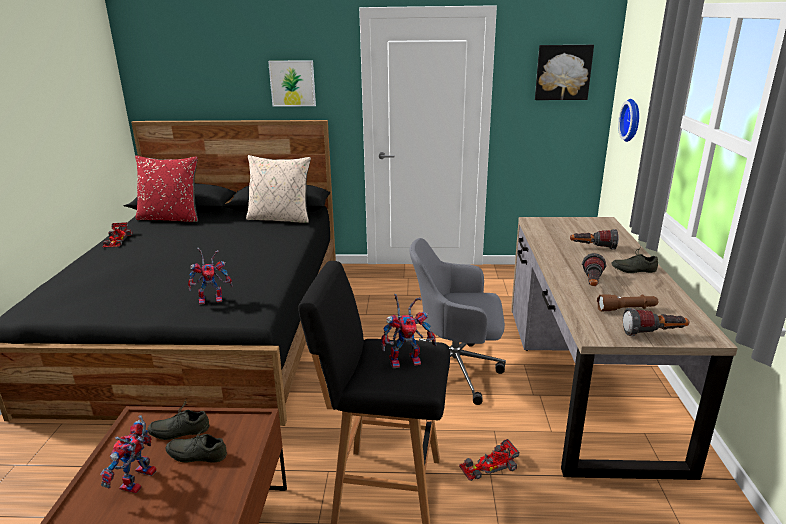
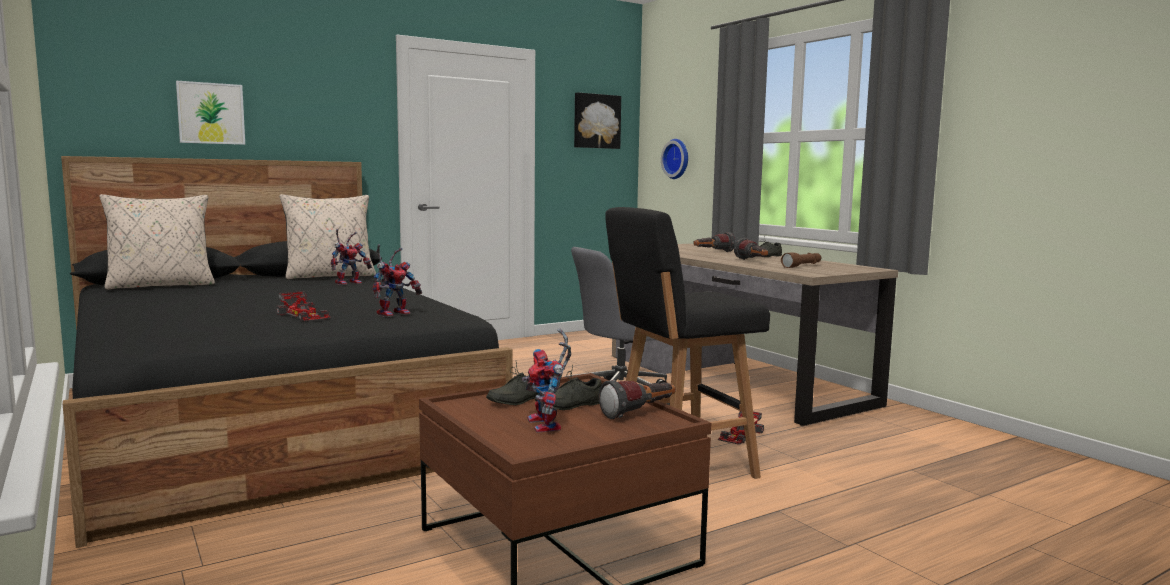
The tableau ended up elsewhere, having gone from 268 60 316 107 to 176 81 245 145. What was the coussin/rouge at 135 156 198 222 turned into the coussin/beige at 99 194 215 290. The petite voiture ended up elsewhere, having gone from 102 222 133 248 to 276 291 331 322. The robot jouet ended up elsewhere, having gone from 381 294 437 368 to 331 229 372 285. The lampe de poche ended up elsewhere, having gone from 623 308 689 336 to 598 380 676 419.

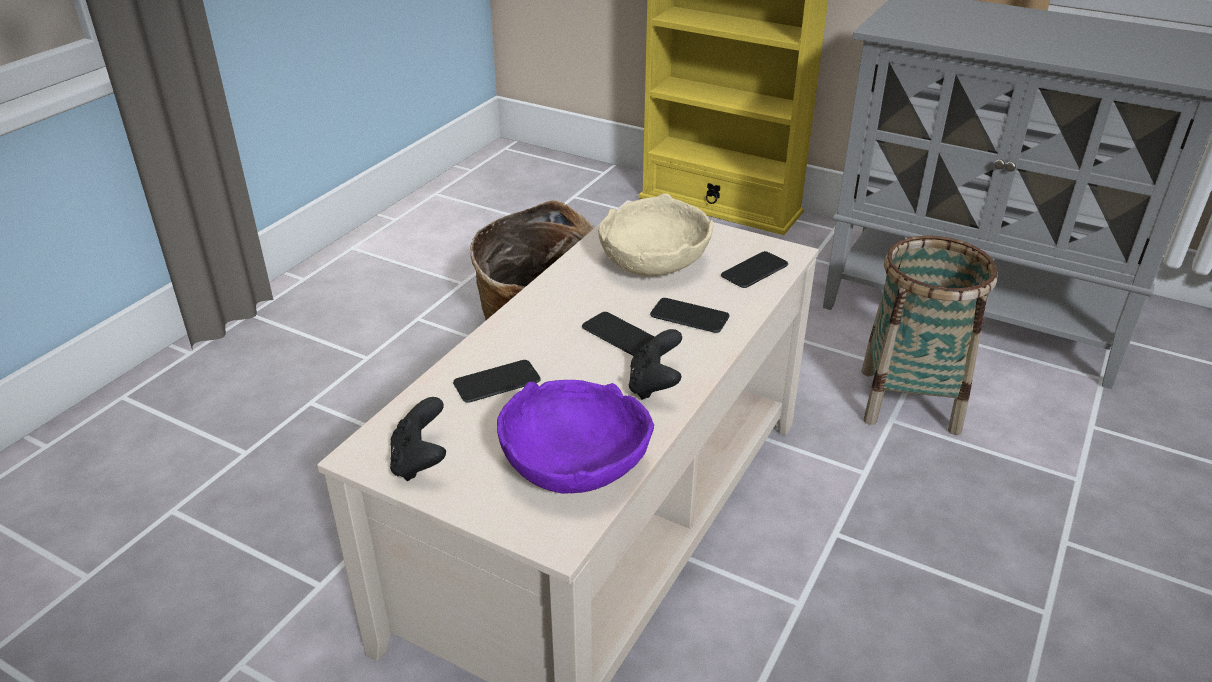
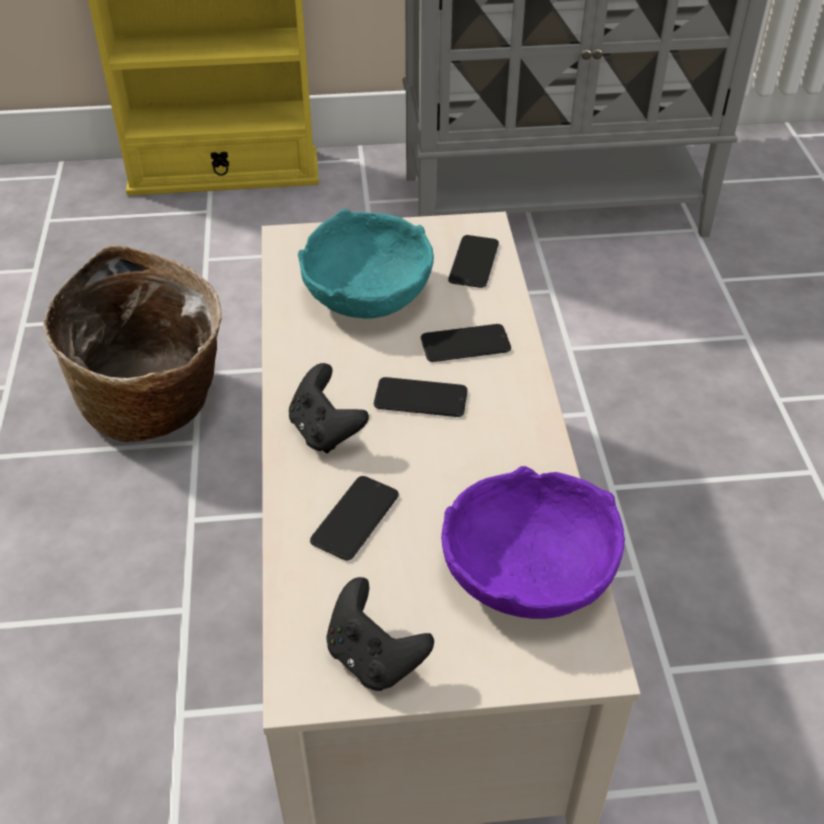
What was the bol/beige at 598 194 714 276 turned into the bol/turquoise at 298 209 434 318. The second view lost the panier at 861 236 998 435. The manette/noir ended up elsewhere, having gone from 629 329 682 400 to 289 363 369 454.

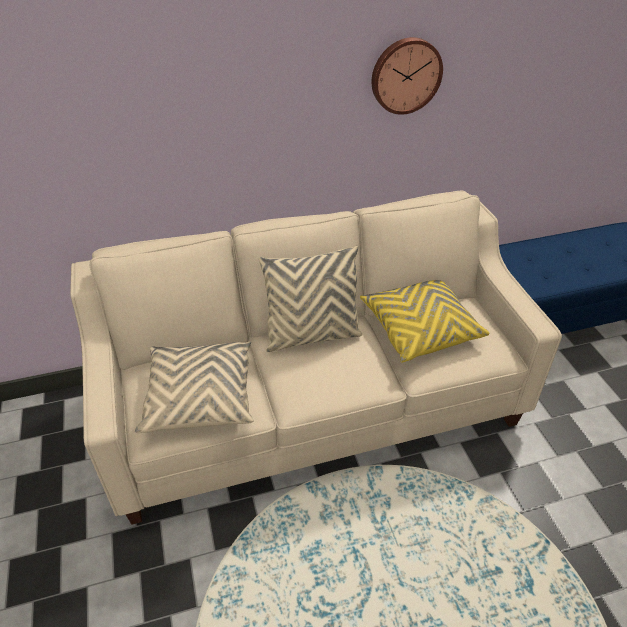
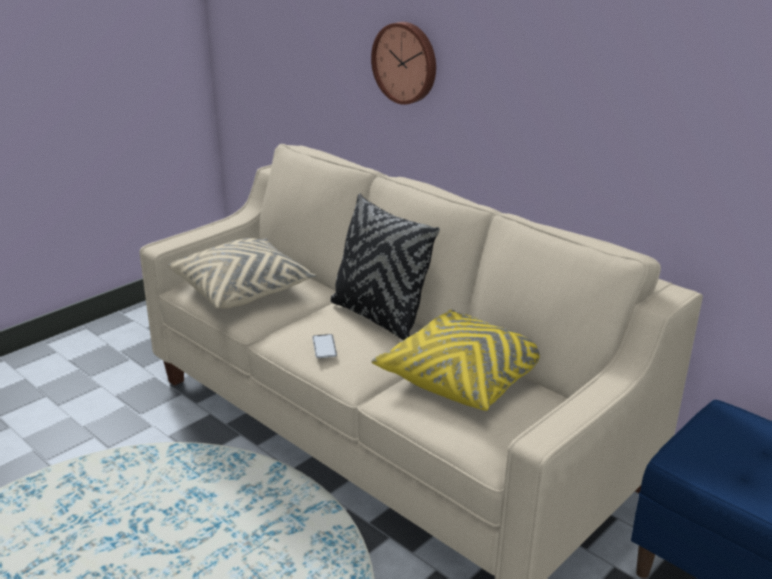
The horloge murale ended up elsewhere, having gone from 372 37 443 115 to 371 22 436 105. What was the coussin/beige at 258 246 362 352 turned into the coussin/noir at 330 194 440 340. The second view gained the téléphone at 312 334 337 358.

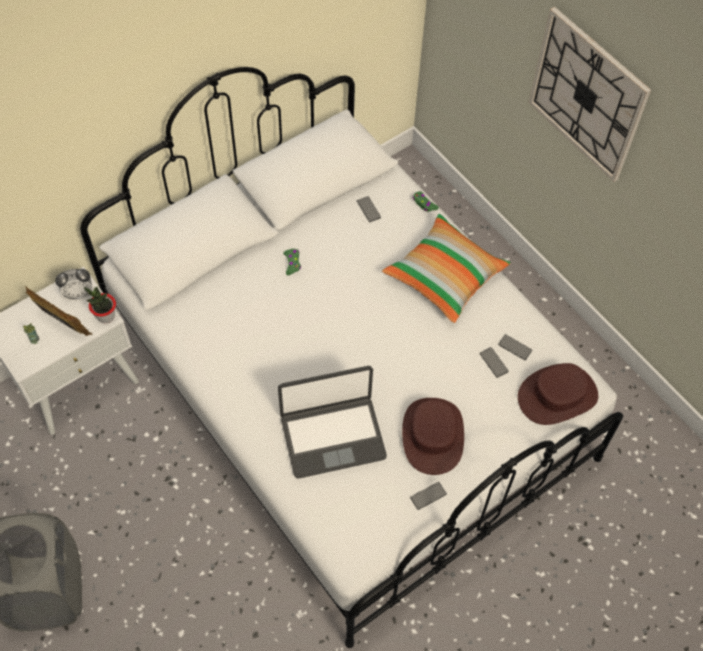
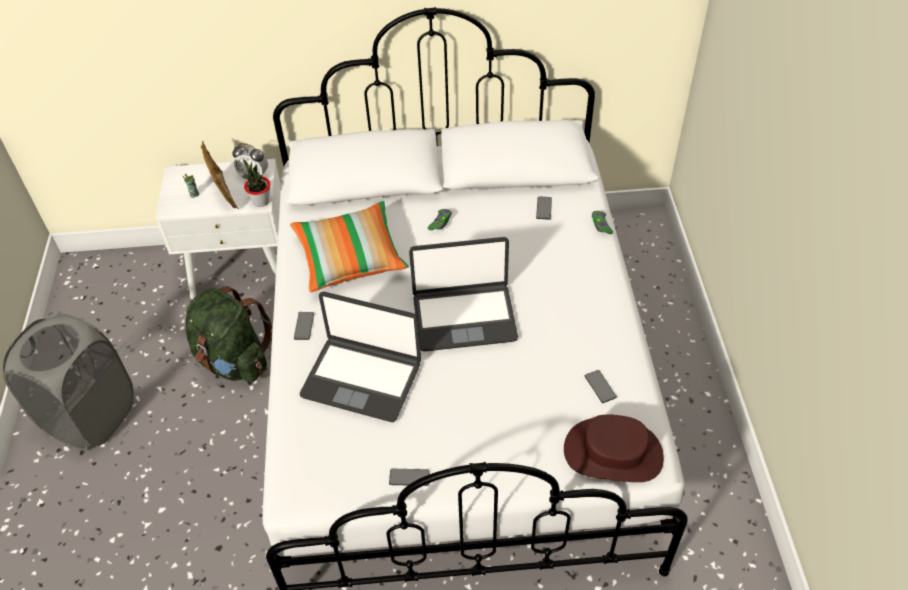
The second view lost the horloge murale at 528 7 651 182. The coussin ended up elsewhere, having gone from 382 214 511 323 to 290 201 409 293. The téléphone ended up elsewhere, having gone from 480 347 509 378 to 294 312 314 340. The second view lost the chapeau/marron at 402 398 464 475. The second view gained the ordinateur portable at 409 237 518 351. The second view gained the sac à dos/vert at 185 286 272 382.

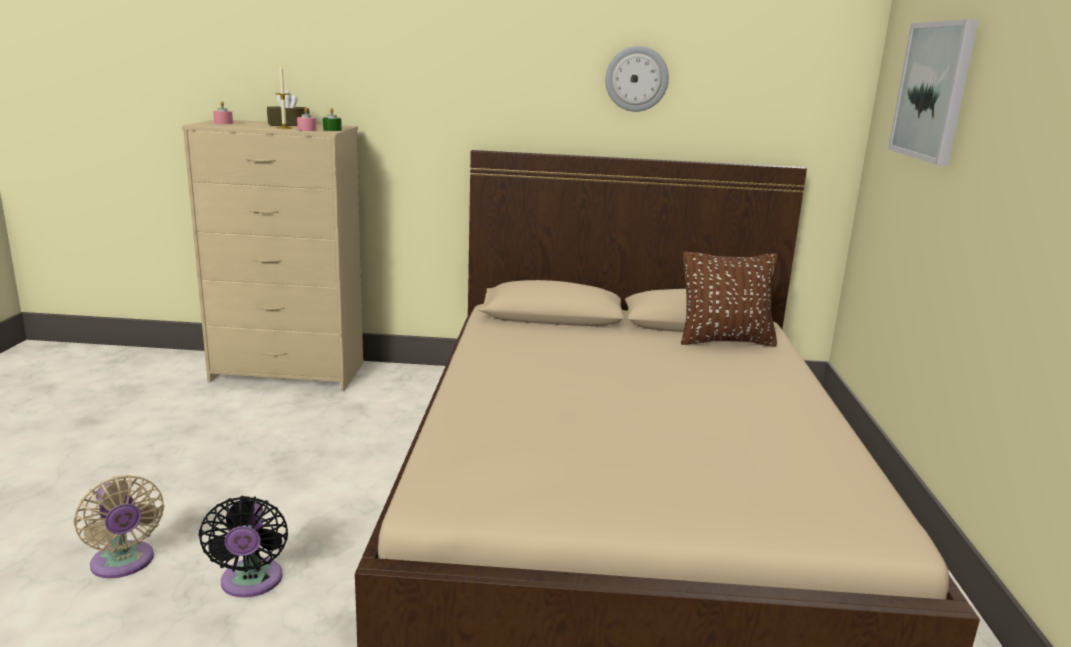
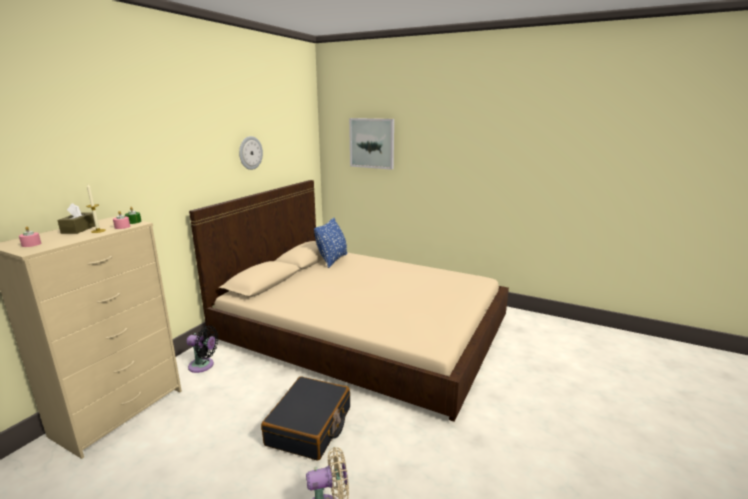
What was the coussin/marron at 681 251 778 347 turned into the coussin/bleu at 314 218 347 268. The ventilateur/noir ended up elsewhere, having gone from 199 496 288 598 to 187 326 219 373. The second view gained the valise/noir at 261 377 350 461.

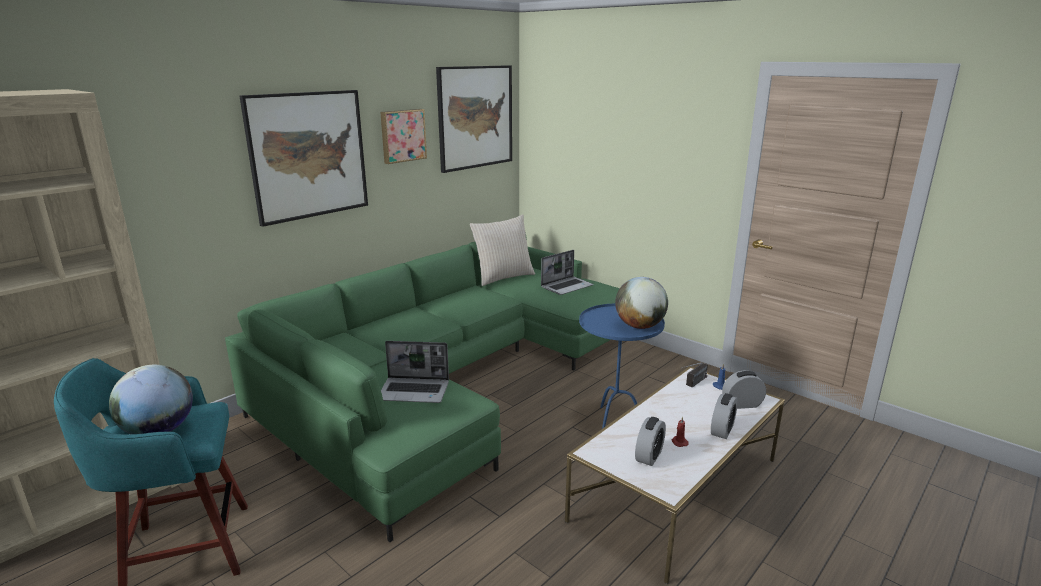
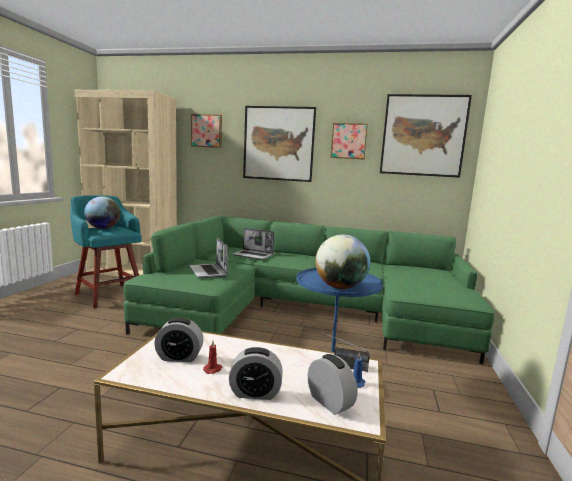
The second view lost the coussin/beige at 470 215 535 286. The ordinateur portable ended up elsewhere, having gone from 541 250 593 295 to 232 228 275 260. The second view gained the tableau at 191 114 222 148.

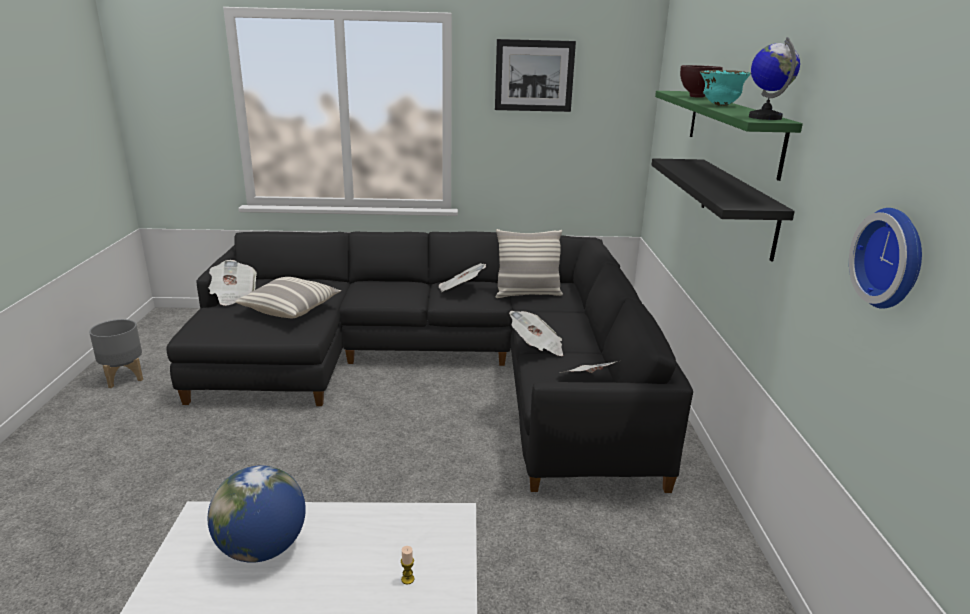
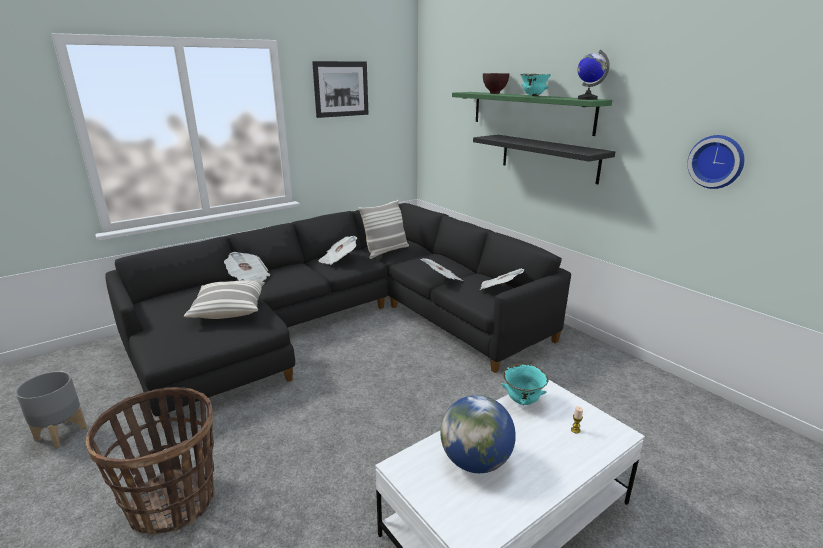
The journal ended up elsewhere, having gone from 208 260 257 306 to 224 252 270 282. The second view gained the bol/turquoise at 501 363 549 405. The second view gained the panier at 86 387 215 535.

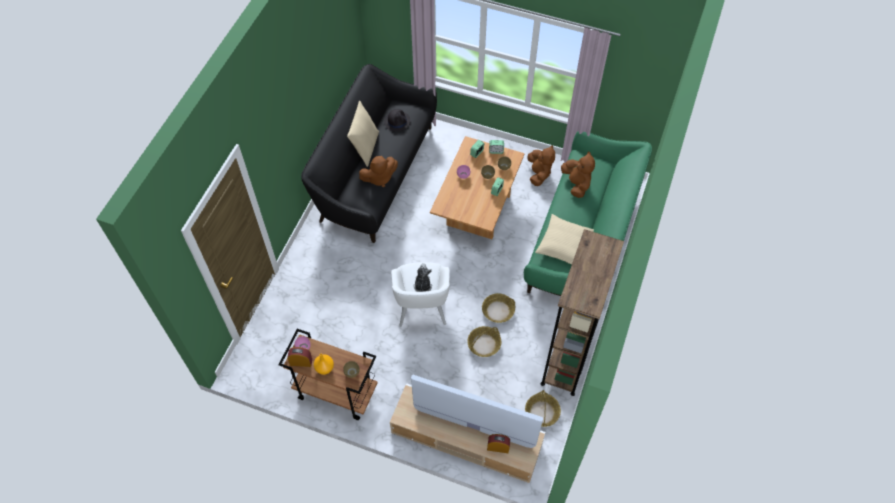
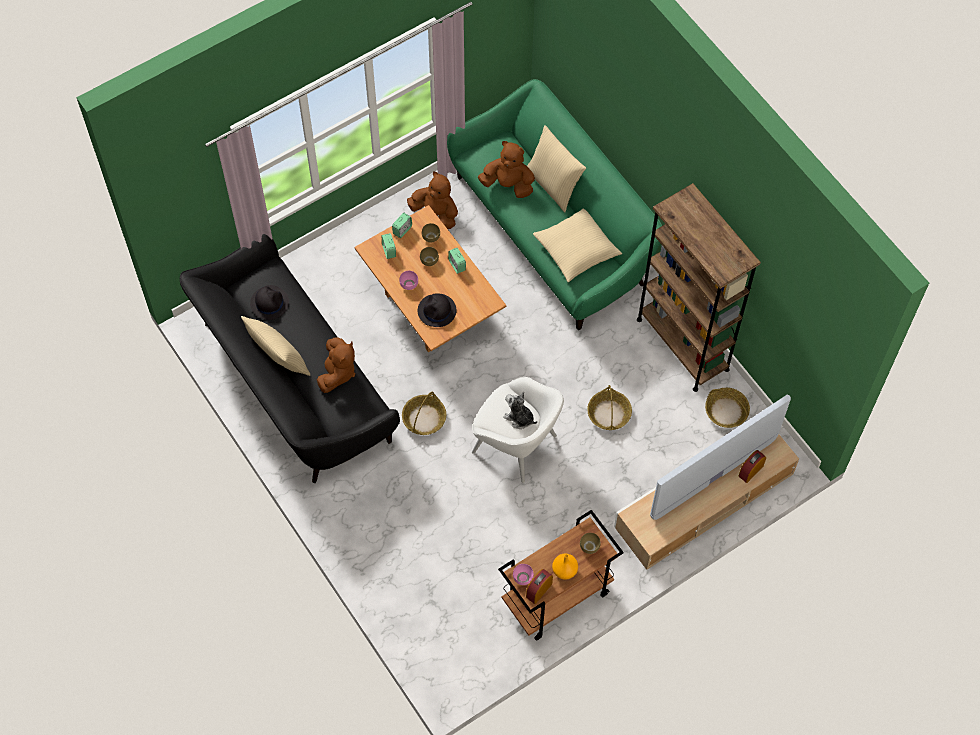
The panier ended up elsewhere, having gone from 482 293 515 323 to 402 392 446 435. The second view gained the coussin/beige at 527 125 586 212. The second view gained the chapeau/noir at 418 293 456 327.

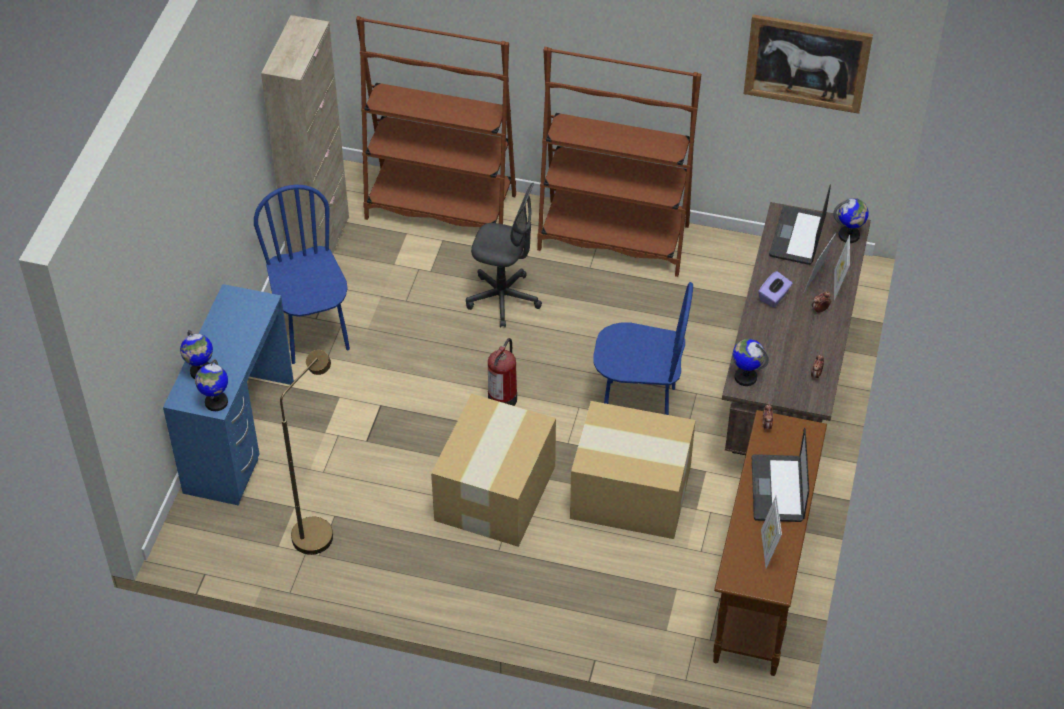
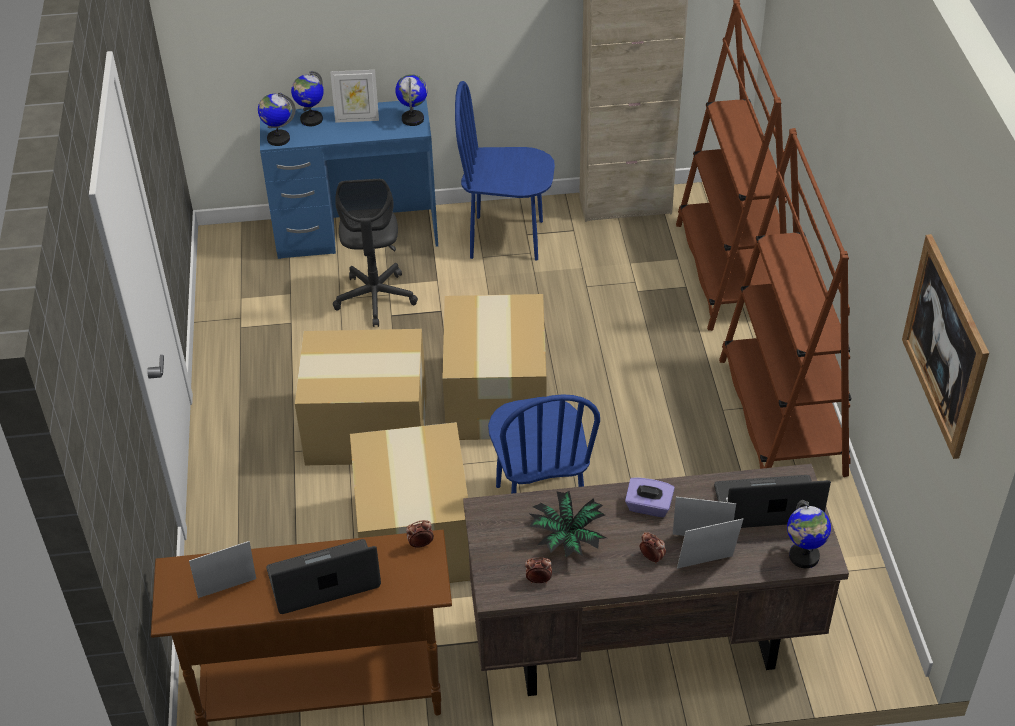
The chaise de bureau/gris ended up elsewhere, having gone from 466 183 542 328 to 333 179 418 327. The chaise/bleu at 254 185 350 364 ended up facing another way, 135 degrees counterclockwise from before. Where the extincteur stood at 488 338 517 406, the carton came to stand at 442 294 546 440. The globe ended up elsewhere, having gone from 733 339 769 386 to 395 74 428 126. The second view lost the lampadaire/marron at 280 350 333 555. The second view gained the cadre photo at 330 70 379 123. The second view gained the plante en pot at 529 491 607 558.

